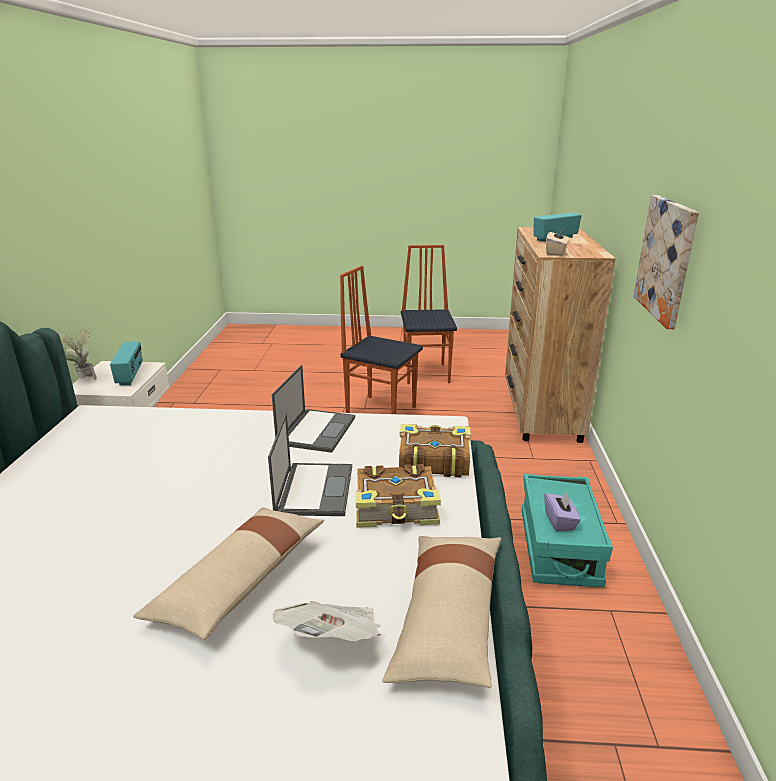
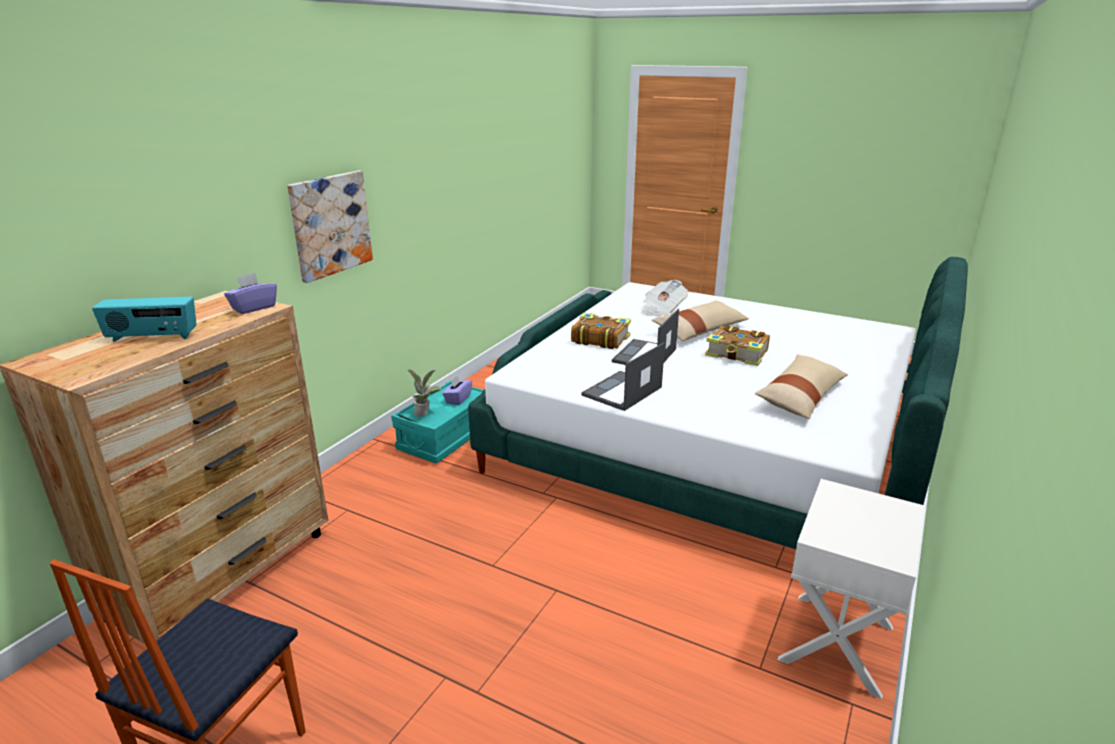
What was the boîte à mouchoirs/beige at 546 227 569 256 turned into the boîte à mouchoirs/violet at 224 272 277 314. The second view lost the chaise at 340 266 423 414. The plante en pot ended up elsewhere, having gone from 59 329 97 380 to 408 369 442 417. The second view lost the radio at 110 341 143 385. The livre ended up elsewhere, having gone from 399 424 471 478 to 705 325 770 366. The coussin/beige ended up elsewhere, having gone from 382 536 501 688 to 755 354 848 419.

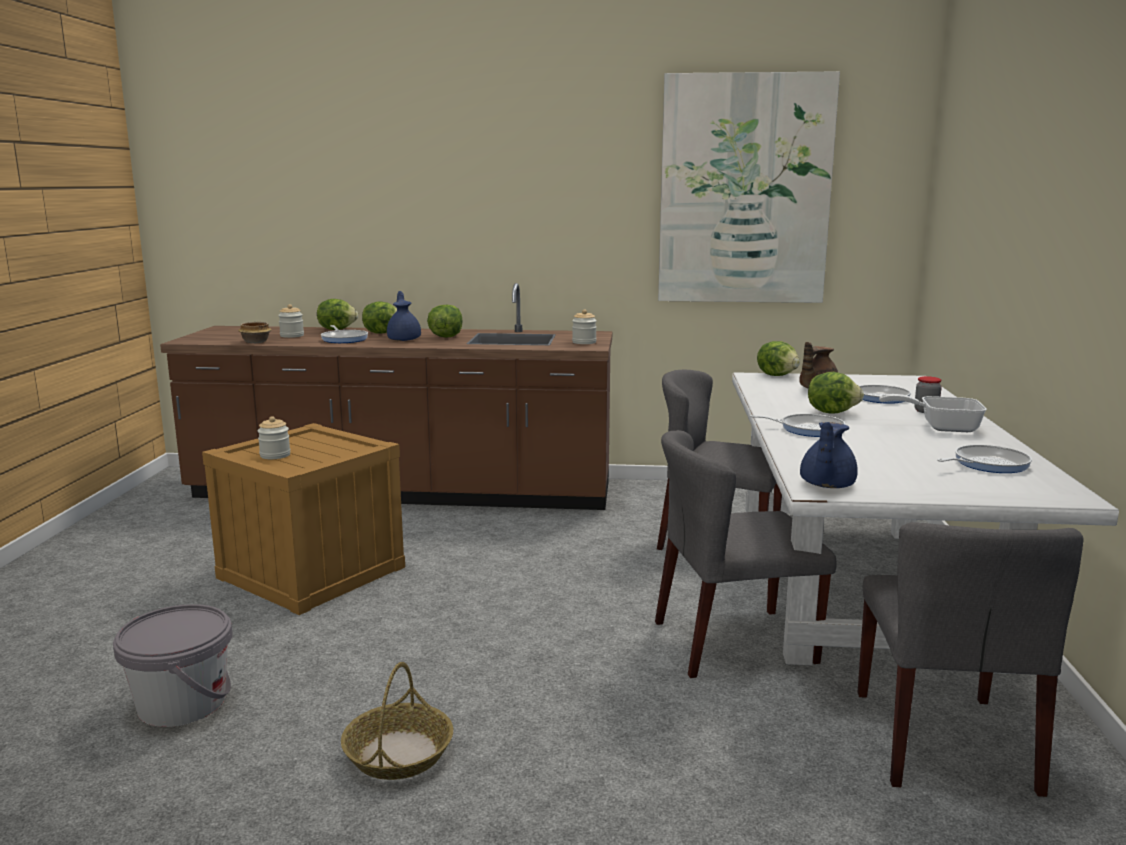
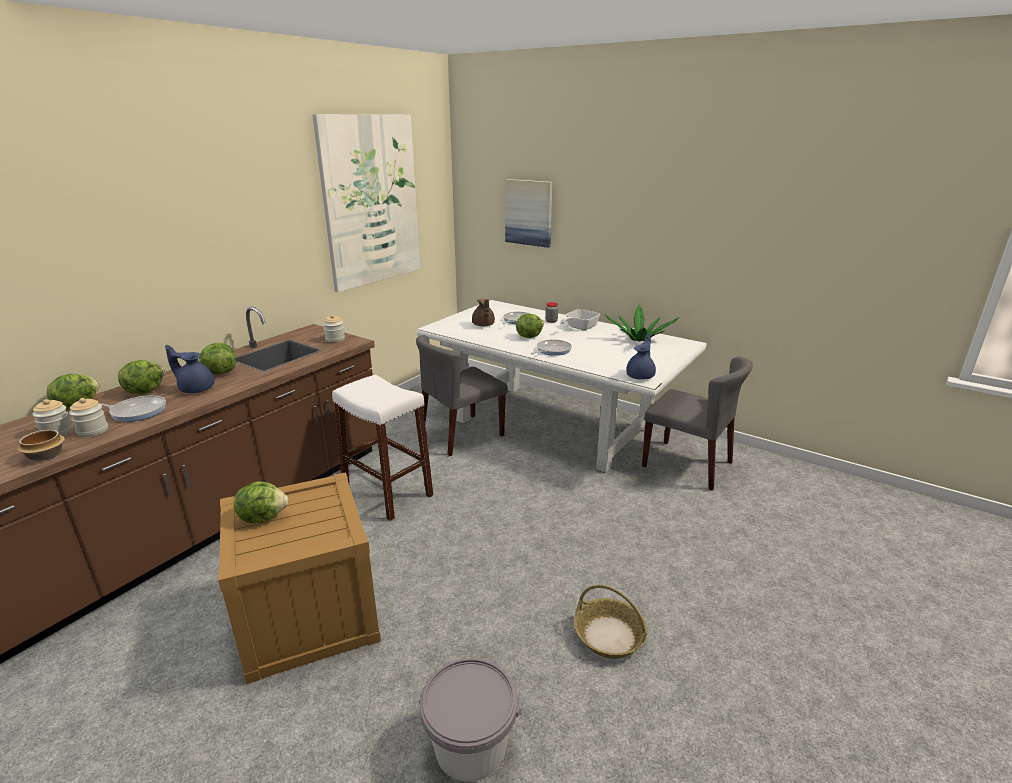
The laitue ended up elsewhere, having gone from 757 341 800 376 to 234 481 288 523. The bocal ended up elsewhere, having gone from 257 416 290 459 to 69 398 108 437. The théière/bleu at 800 422 858 488 ended up facing another way, 120 degrees counterclockwise from before. The second view lost the chaise/gris at 655 430 837 678. Where the poêle stood at 937 445 1032 473, the plante en pot came to stand at 605 305 679 342. The second view gained the tableau at 505 179 553 248. The second view gained the tabouret/blanc at 332 375 434 521.

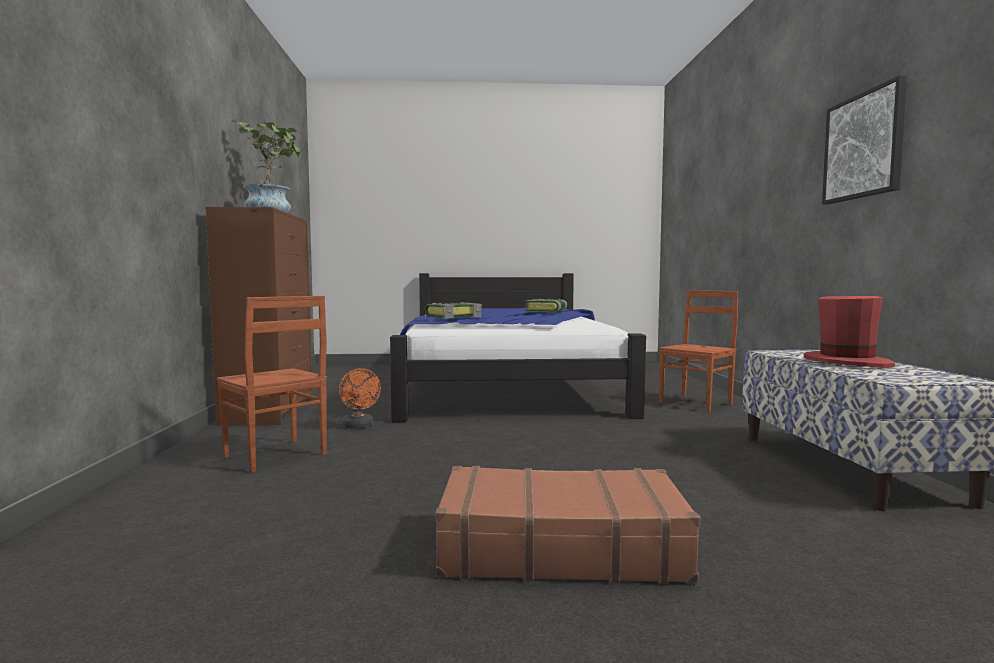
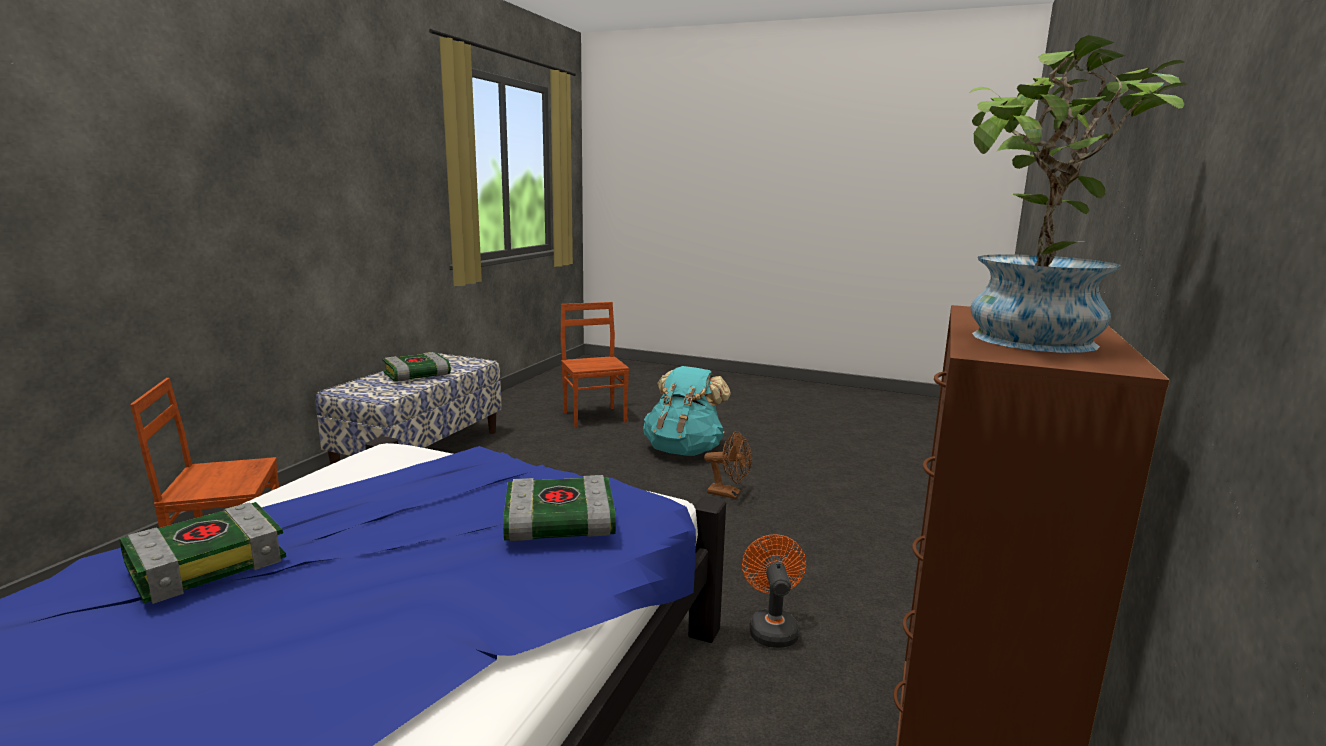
The second view lost the tableau at 822 75 907 204. The chaise/marron ended up elsewhere, having gone from 217 296 327 472 to 561 302 629 428. Where the chapeau/rouge stood at 804 296 895 368, the livre came to stand at 382 352 451 382. Where the valise/marron stood at 436 466 701 584, the sac à dos/turquoise came to stand at 643 366 731 456. The second view gained the ventilateur/marron at 704 431 752 499.

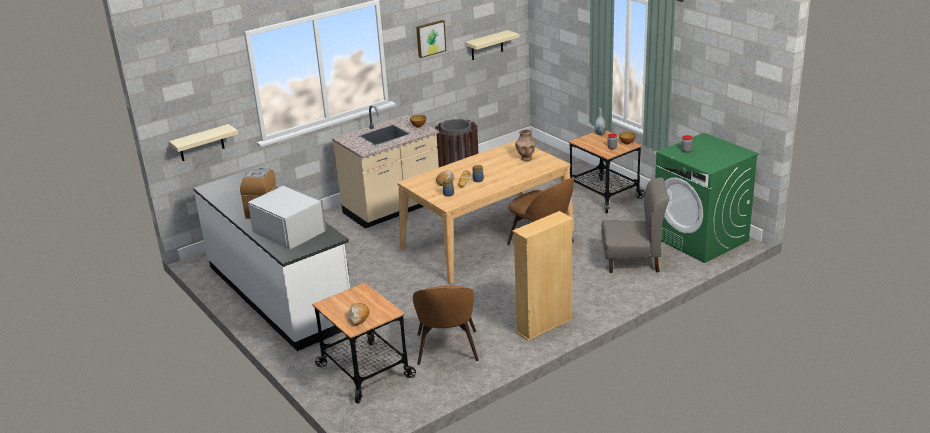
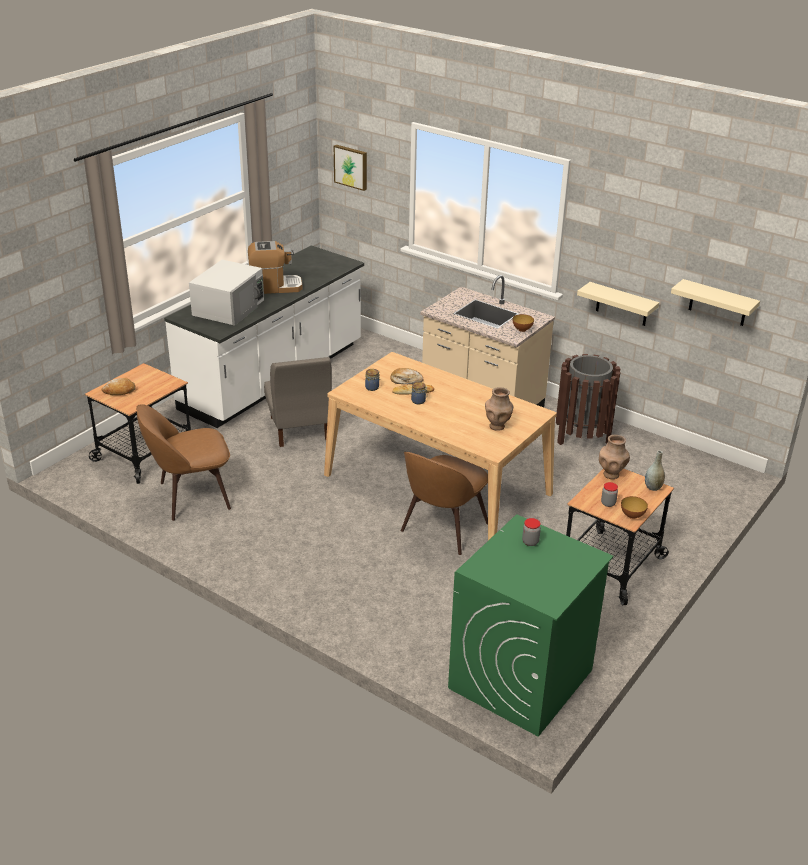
The tableau ended up elsewhere, having gone from 416 20 446 58 to 334 145 367 191. The étagère/beige ended up elsewhere, having gone from 169 124 238 161 to 577 282 659 326. The chaise/gris ended up elsewhere, having gone from 601 177 669 273 to 264 357 332 447. The second view lost the bibliothèque/beige at 512 211 573 341. The second view gained the vase/marron at 599 435 630 479.

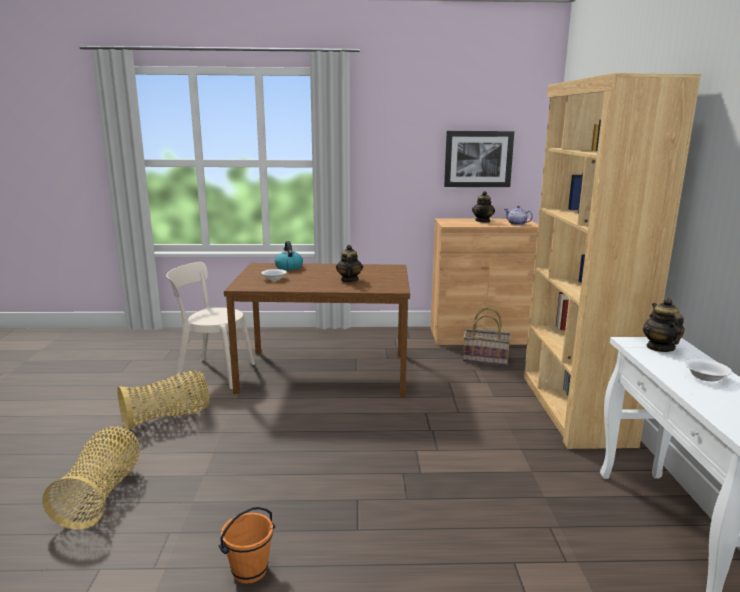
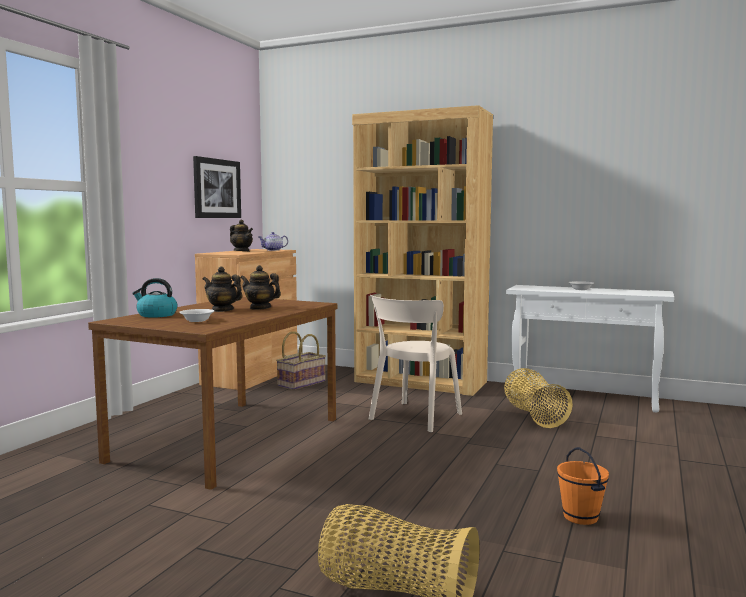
The chaise/beige ended up elsewhere, having gone from 166 262 255 389 to 369 295 462 432. The théière ended up elsewhere, having gone from 643 298 685 352 to 202 267 243 312. The panier ended up elsewhere, having gone from 117 371 209 431 to 504 368 573 428.

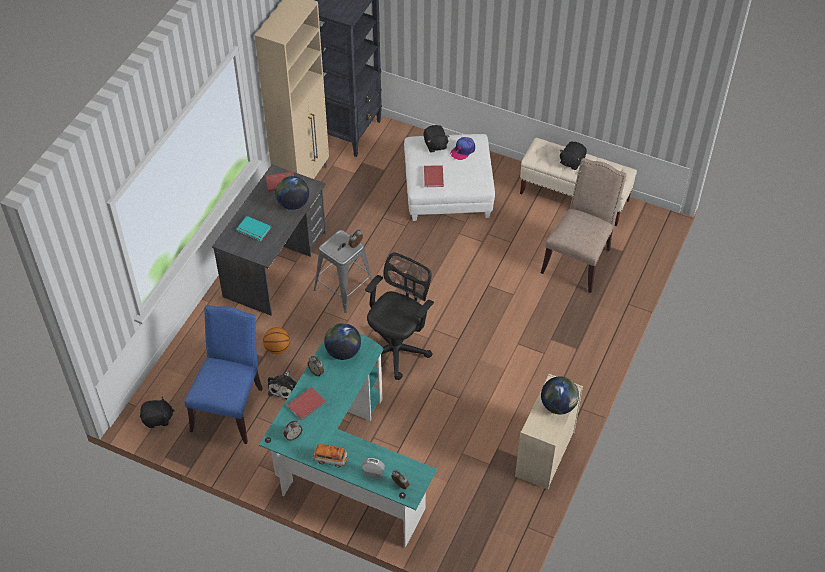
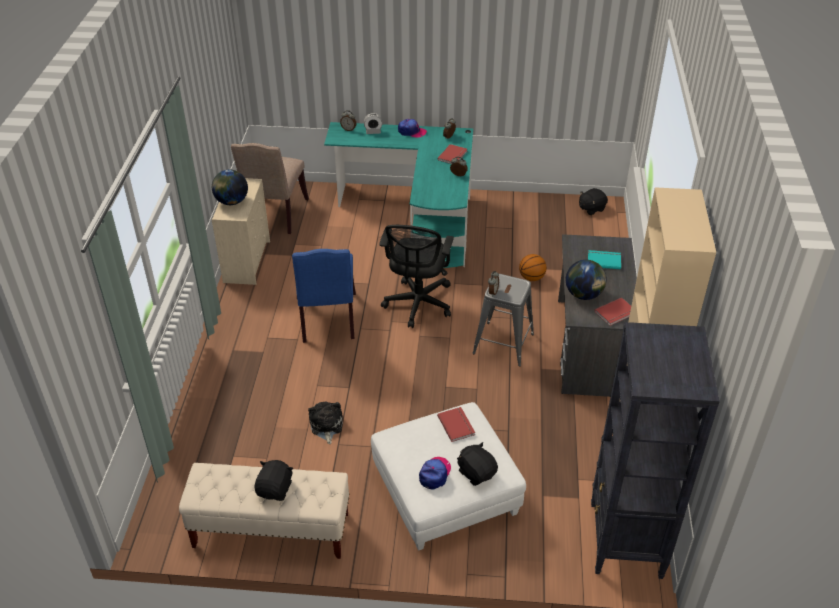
The chaise/beige ended up elsewhere, having gone from 541 158 627 293 to 231 143 309 234. The chaise/bleu ended up elsewhere, having gone from 184 305 263 444 to 292 249 356 343. The second view lost the globe at 324 323 361 360. The peluche ended up elsewhere, having gone from 268 371 297 399 to 308 402 343 444. Where the petite voiture stood at 313 444 348 467, the casquette came to stand at 398 119 427 137.

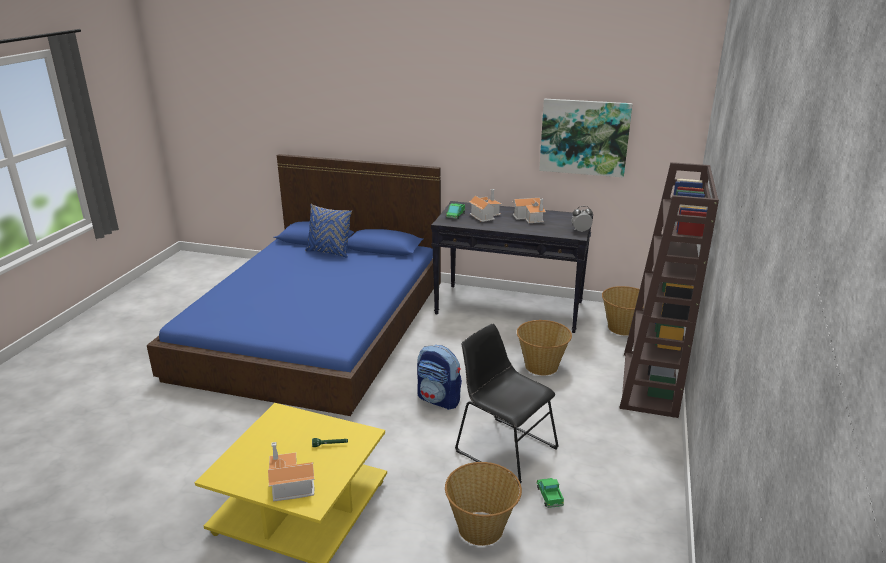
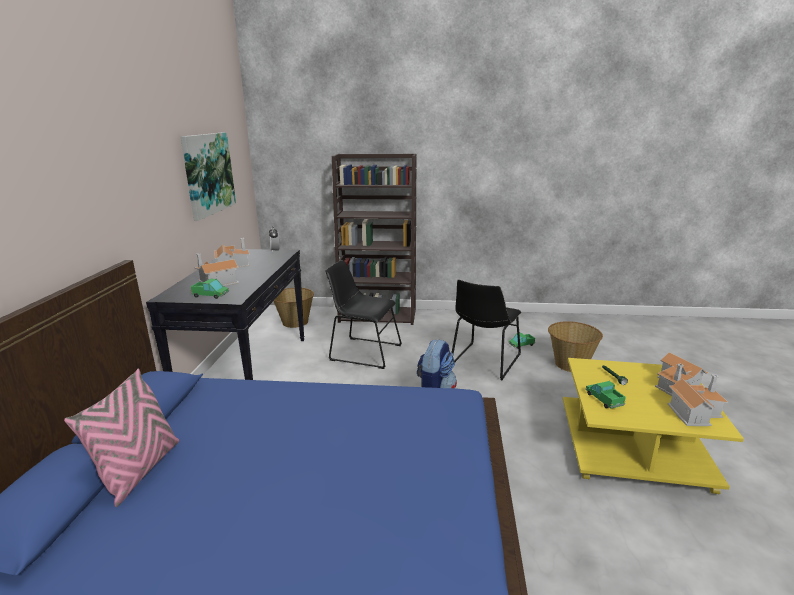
What was the coussin/bleu at 305 204 352 257 turned into the coussin/rose at 64 369 179 507. Where the panier stood at 517 320 572 375, the chaise/noir came to stand at 325 260 402 369. The second view gained the maison miniature at 668 374 729 426. The second view gained the camion jouet at 585 381 626 409.

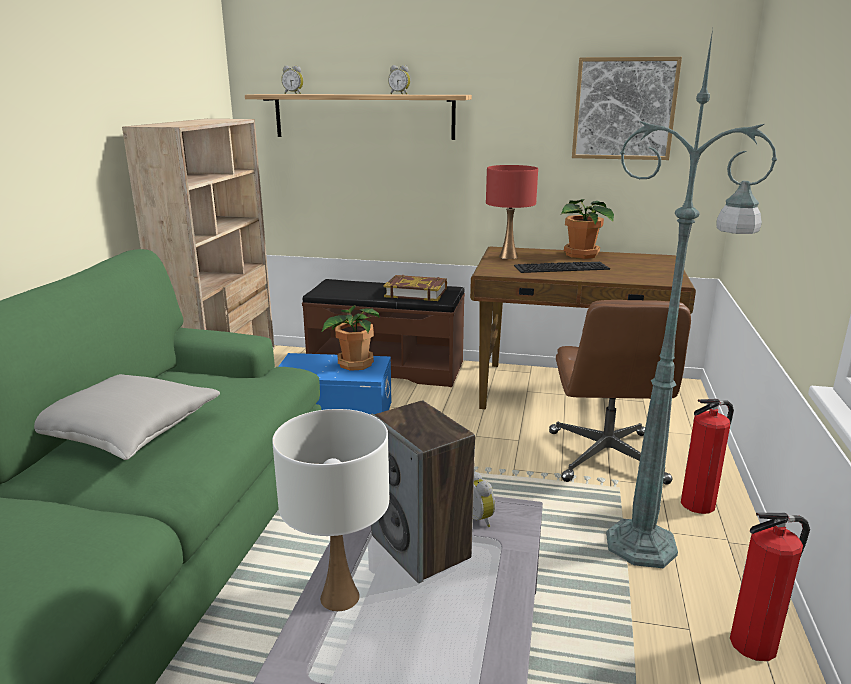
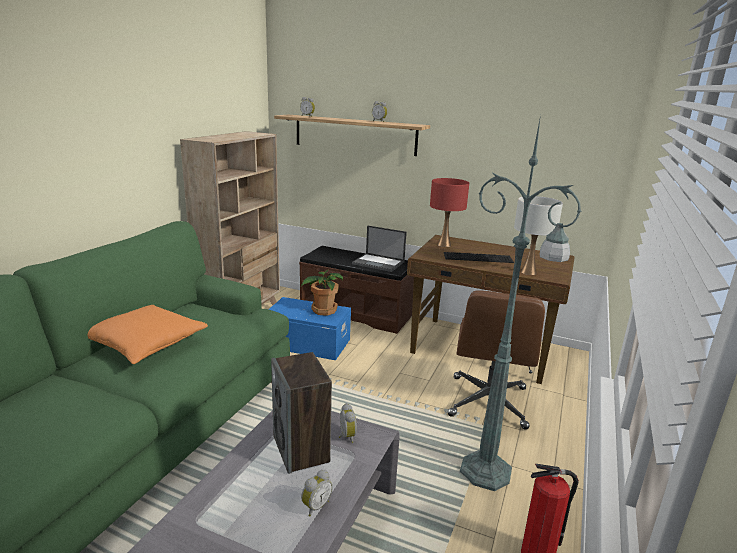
The second view lost the tableau at 572 57 682 160. The second view lost the plante en pot at 560 199 614 259. Where the livre stood at 383 275 447 301, the ordinateur portable came to stand at 352 225 407 272. What was the coussin/gris at 34 374 220 460 turned into the coussin/orange at 87 305 208 364. The second view lost the extincteur at 681 399 734 514. The lampe de table/blanc ended up elsewhere, having gone from 272 409 389 611 to 514 196 563 275. The second view gained the réveil at 301 470 333 516.

